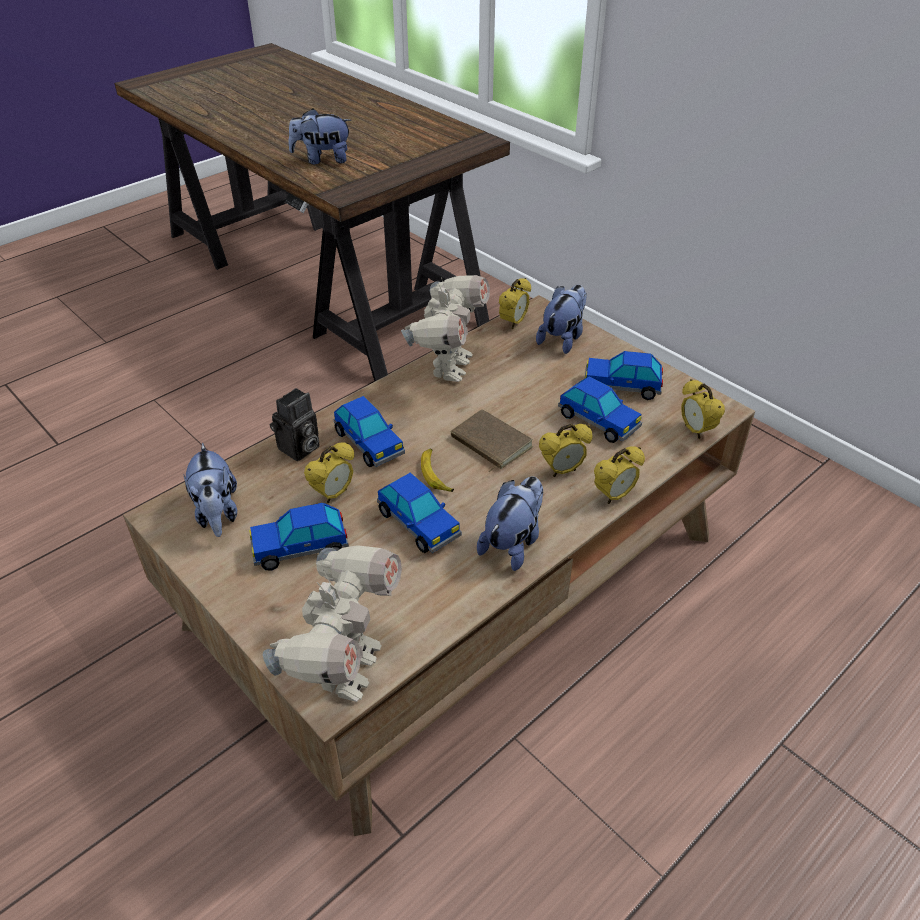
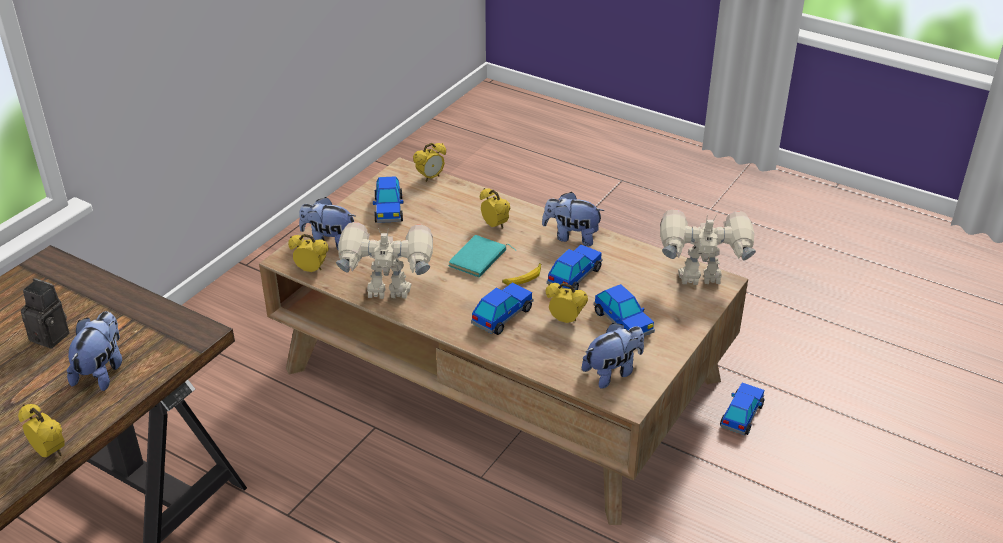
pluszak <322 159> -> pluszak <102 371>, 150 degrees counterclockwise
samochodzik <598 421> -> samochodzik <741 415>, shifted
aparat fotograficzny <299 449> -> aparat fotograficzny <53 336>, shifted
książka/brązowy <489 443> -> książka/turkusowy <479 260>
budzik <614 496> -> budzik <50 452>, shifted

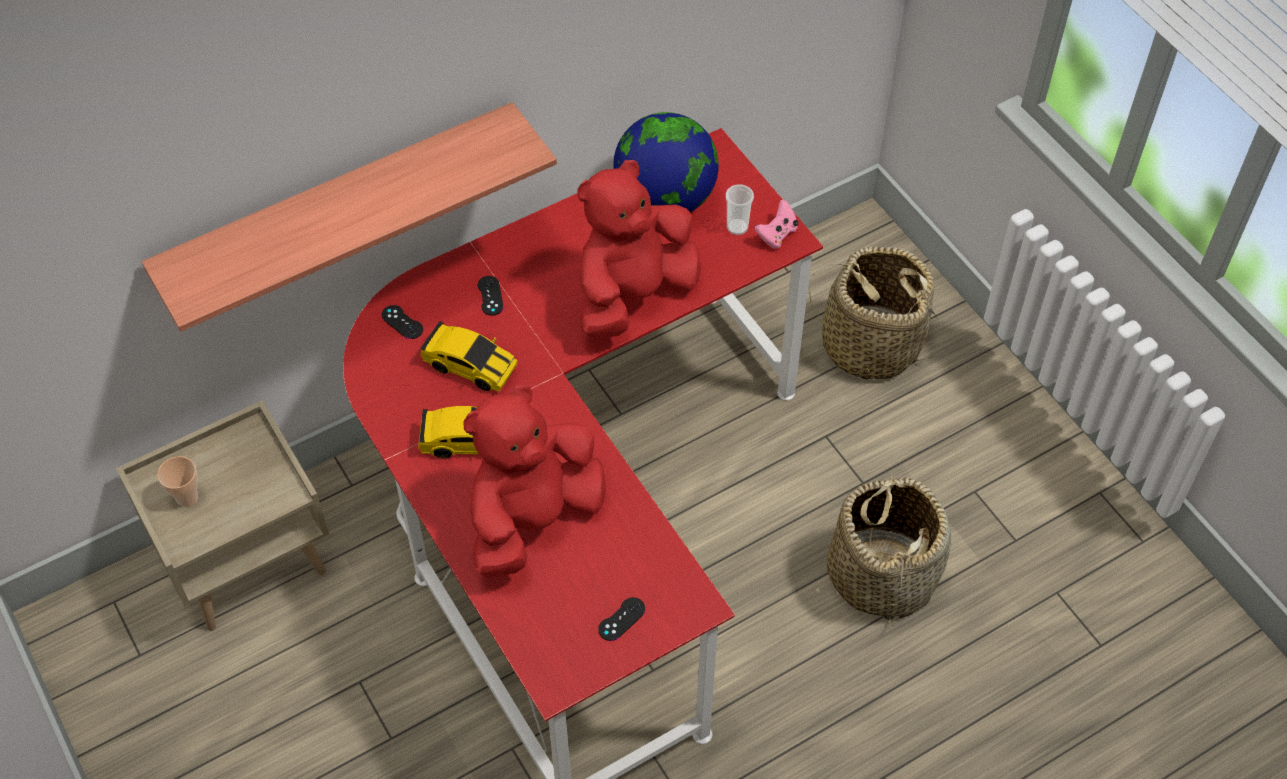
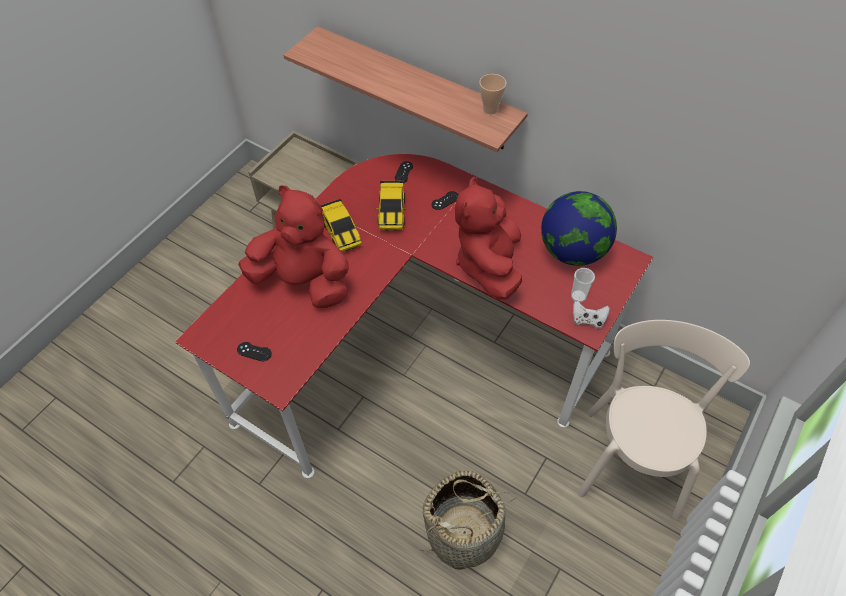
pluszak/czerwony <633 295> -> pluszak/czerwony <488 264>, 105 degrees counterclockwise
pad do gier/różowy <777 234> -> pad do gier/biały <588 320>
koszyk <870 344> -> krzesło/beżowy <632 456>
filiżanka <187 497> -> filiżanka <490 109>, shifted

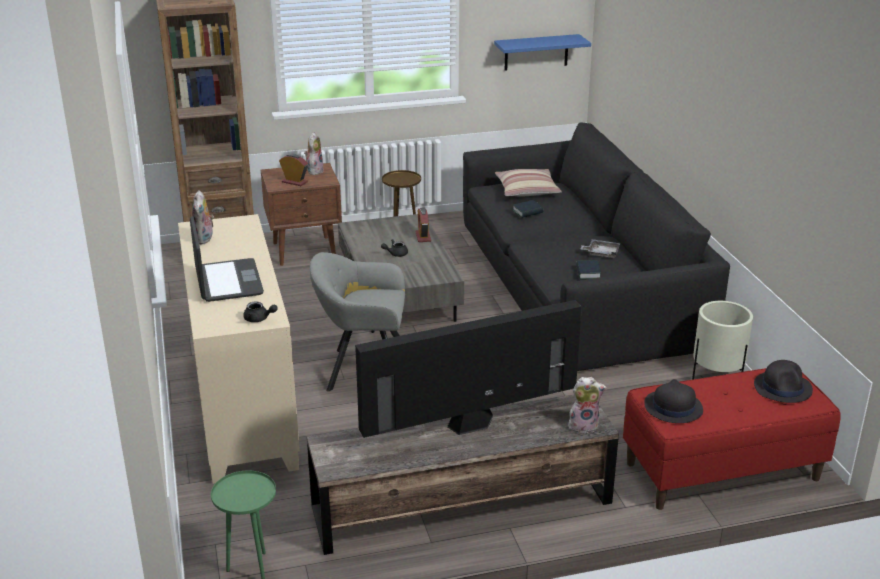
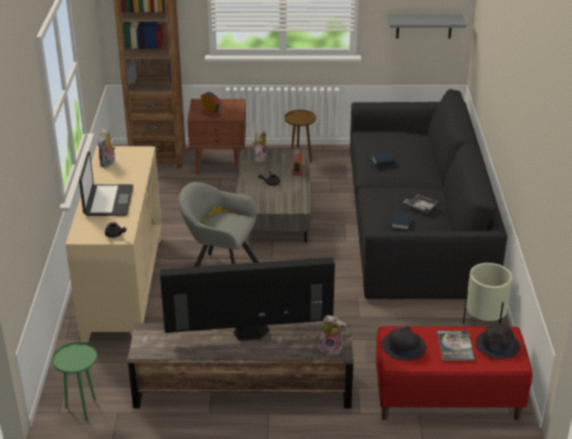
półka/niebieski <536 52> -> półka/szary <424 26>
pluszak <314 171> -> pluszak <259 158>, shifted
poduszka <527 190> -> none
none -> książka <455 346>

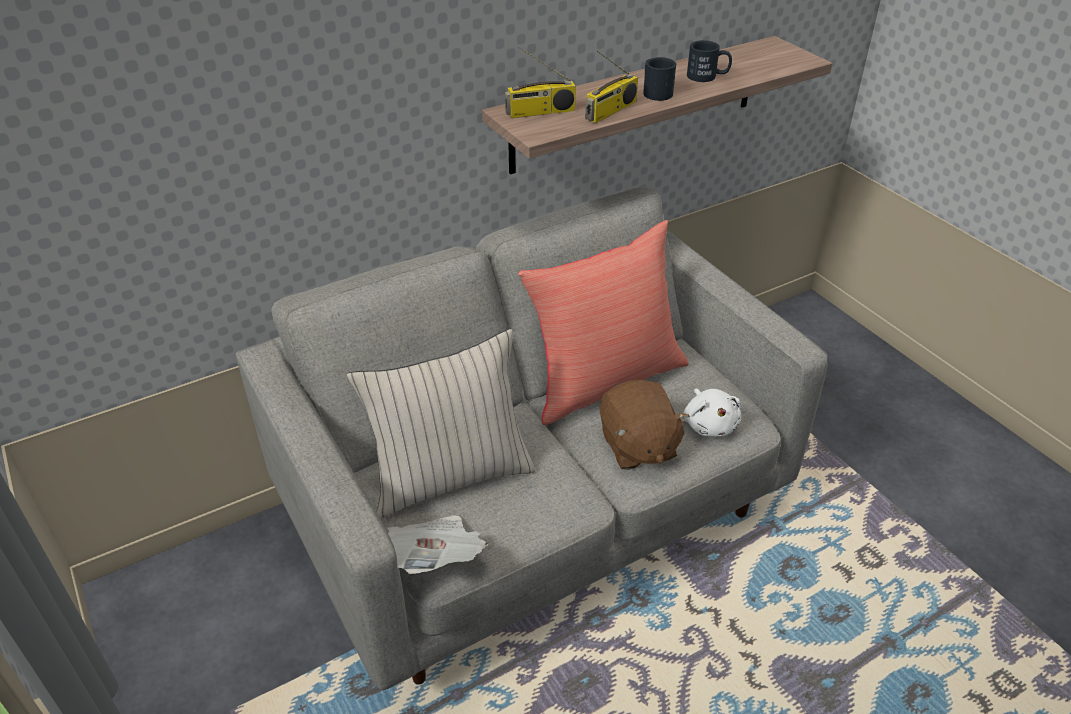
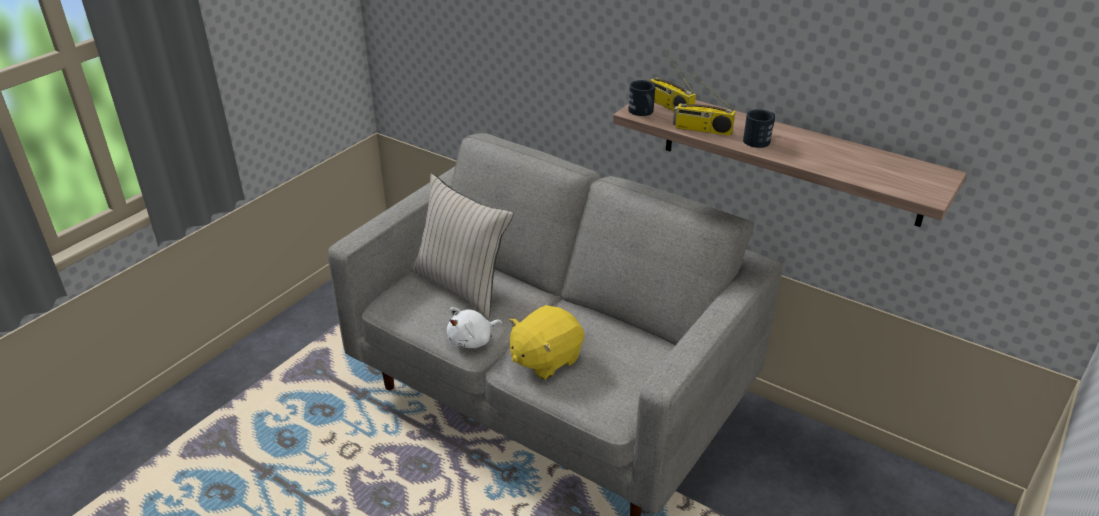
kubek/czarny <708 76> -> kubek/czarny <643 113>, shifted
poduszka/czerwony <604 380> -> none
pluszak/brązowy <637 446> -> pluszak/żółty <545 359>
pluszak/biały <709 424> -> pluszak/biały <472 340>, shifted
gazeta <431 562> -> none

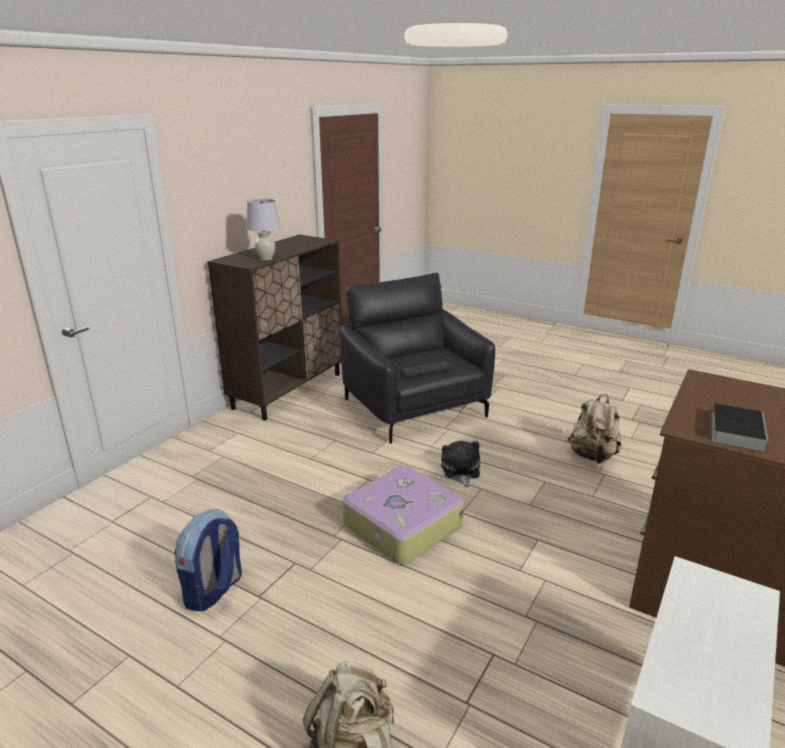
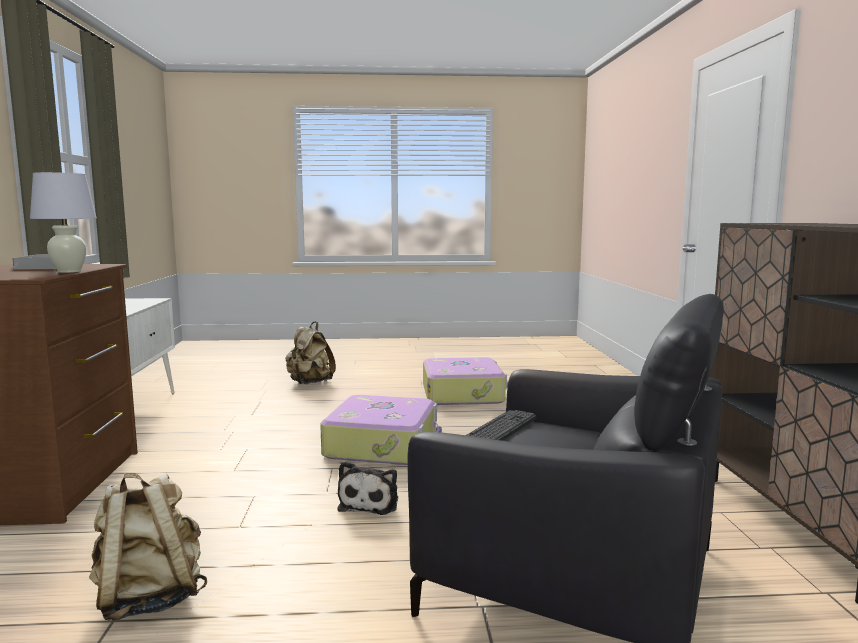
lampa stołowa/biały <266 258> -> lampa stołowa/biały <69 271>, shifted
pluszak <460 471> -> pluszak <370 503>, 45 degrees clockwise
plecak <213 591> -> walizka <463 394>

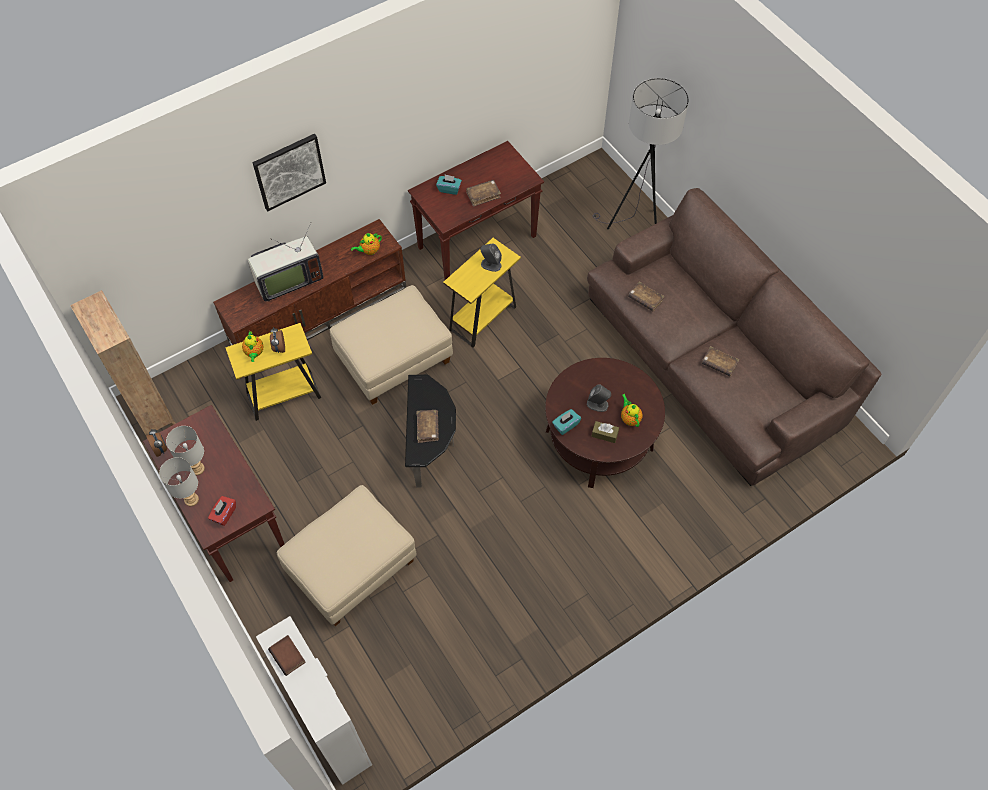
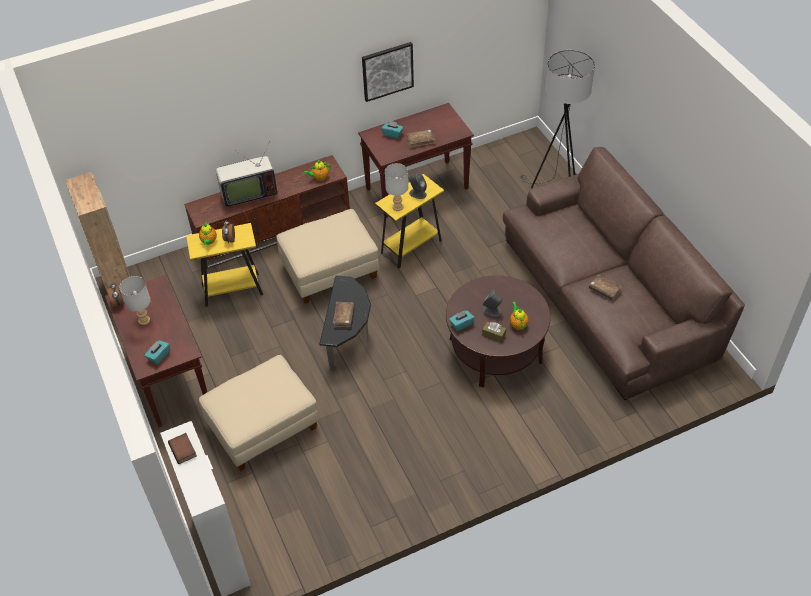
obraz <289 171> -> obraz <387 71>, shifted
książka/brązowy <645 299> -> none
lampa stołowa/szary <191 499> -> lampa stołowa/szary <397 207>, shifted
pudełko chusteczek/czerwony <224 514> -> pudełko chusteczek/turkusowy <158 356>

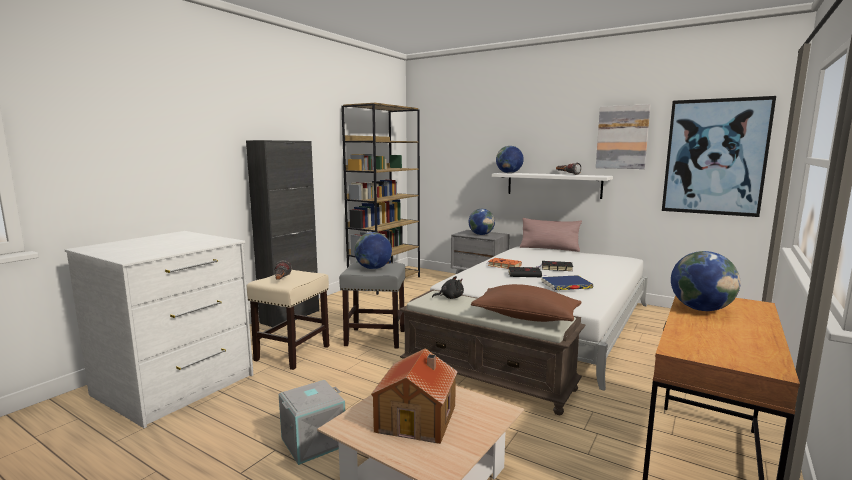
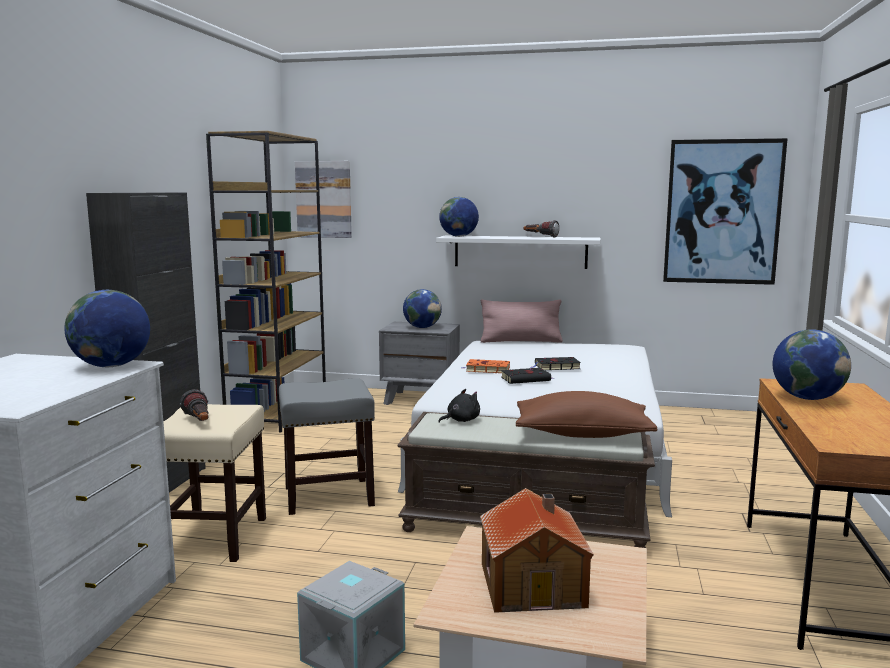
obraz <622 137> -> obraz <324 199>, shifted
globus <373 268> -> globus <111 366>, shifted
książka/niebieski <566 285> -> none

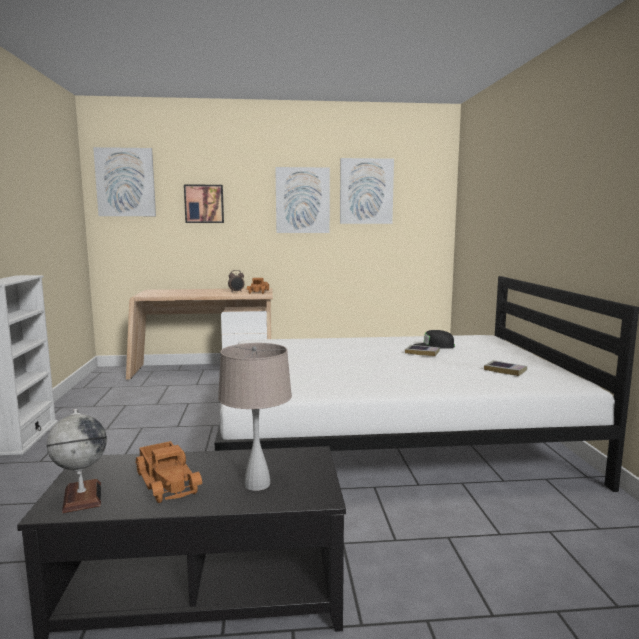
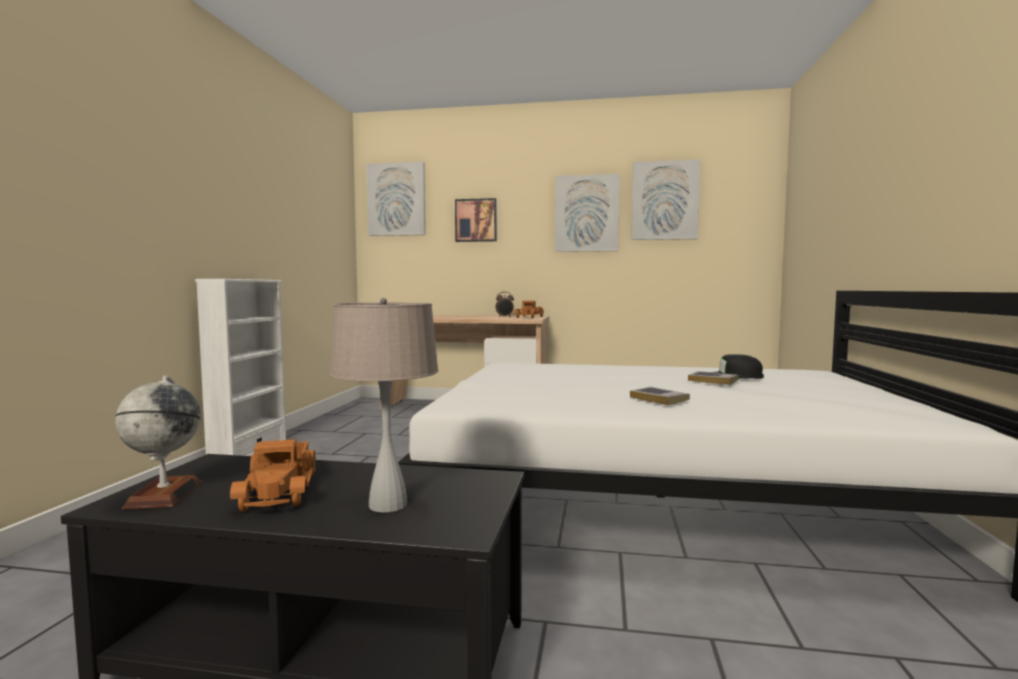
książka <505 371> -> książka <659 400>, shifted

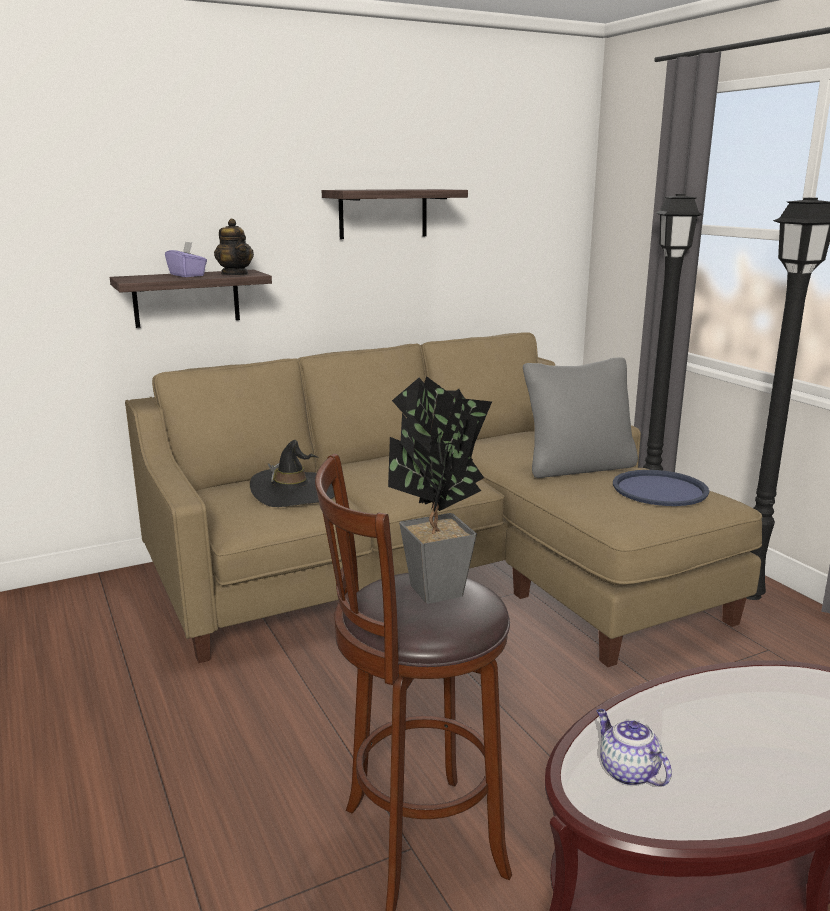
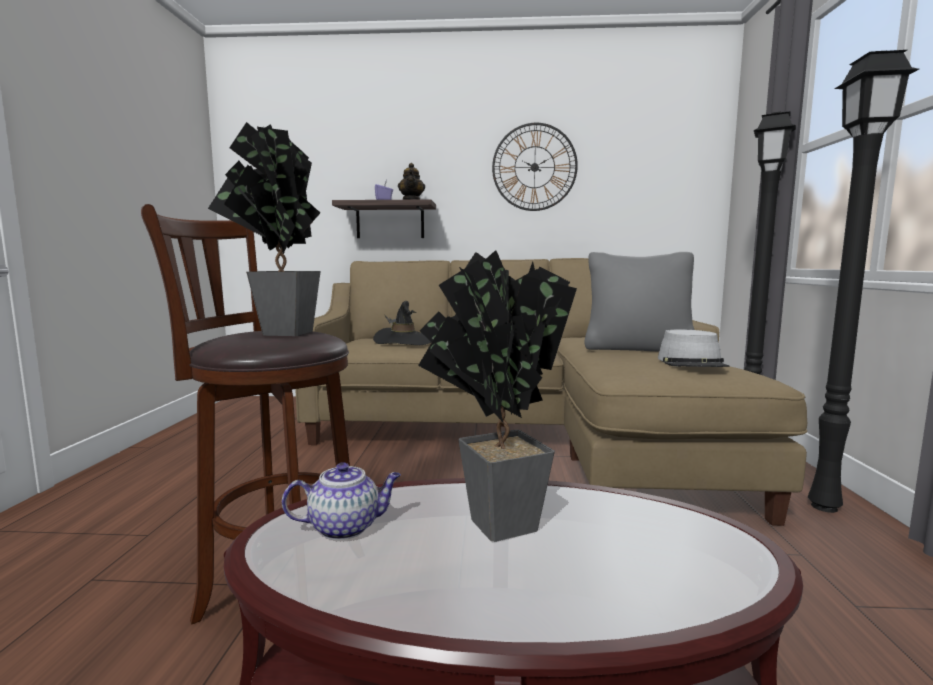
półka <383 213> -> zegar ścienny <534 167>
taca/niebieski <659 489> -> kapelusz/szary <692 362>
imbryk <627 771> -> imbryk <346 527>, 75 degrees clockwise
none -> roślina doniczkowa <491 523>

